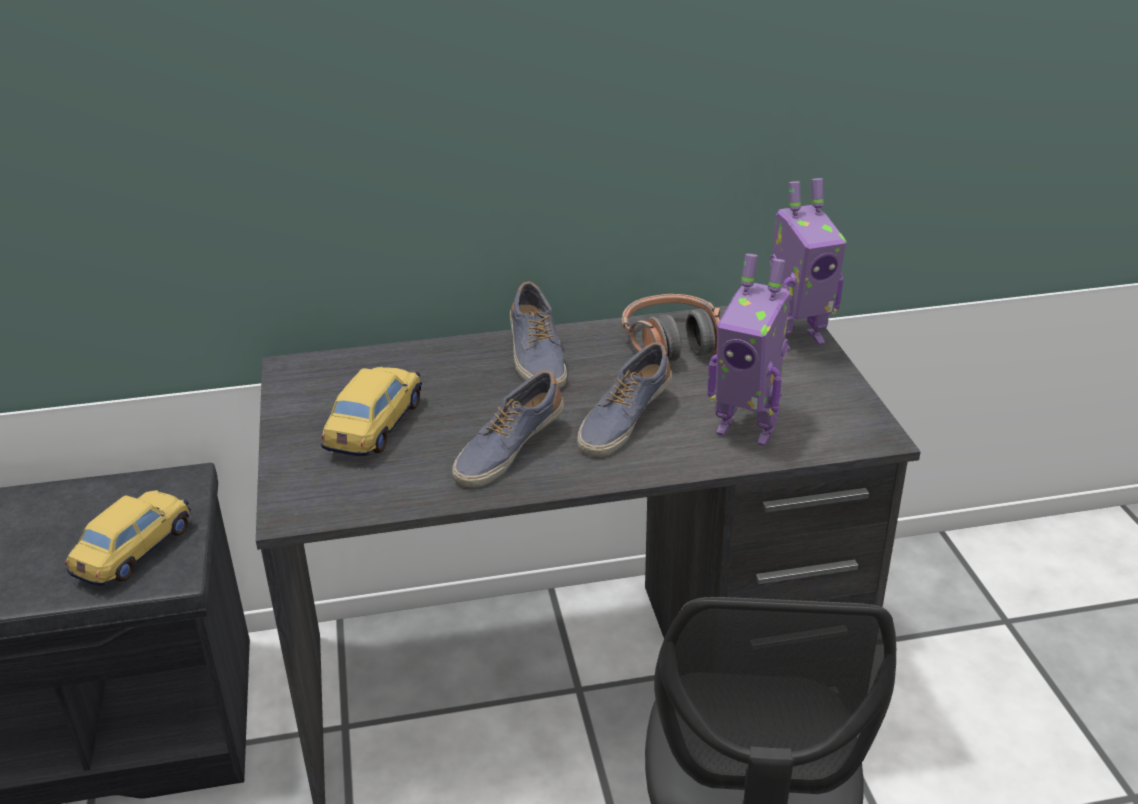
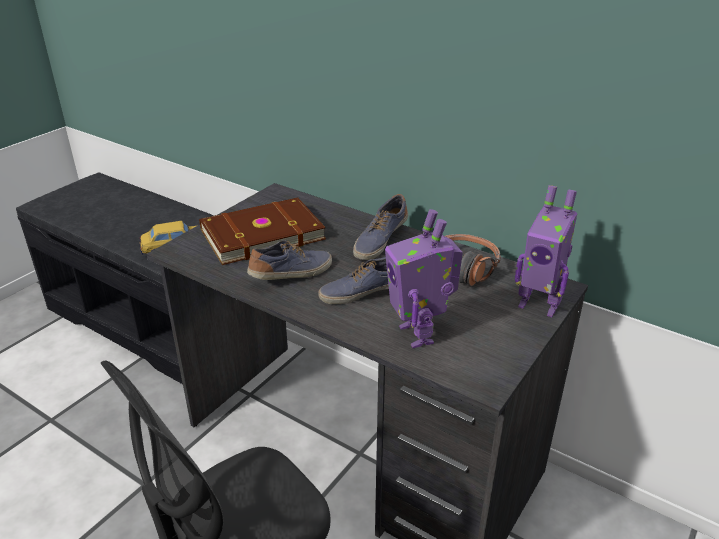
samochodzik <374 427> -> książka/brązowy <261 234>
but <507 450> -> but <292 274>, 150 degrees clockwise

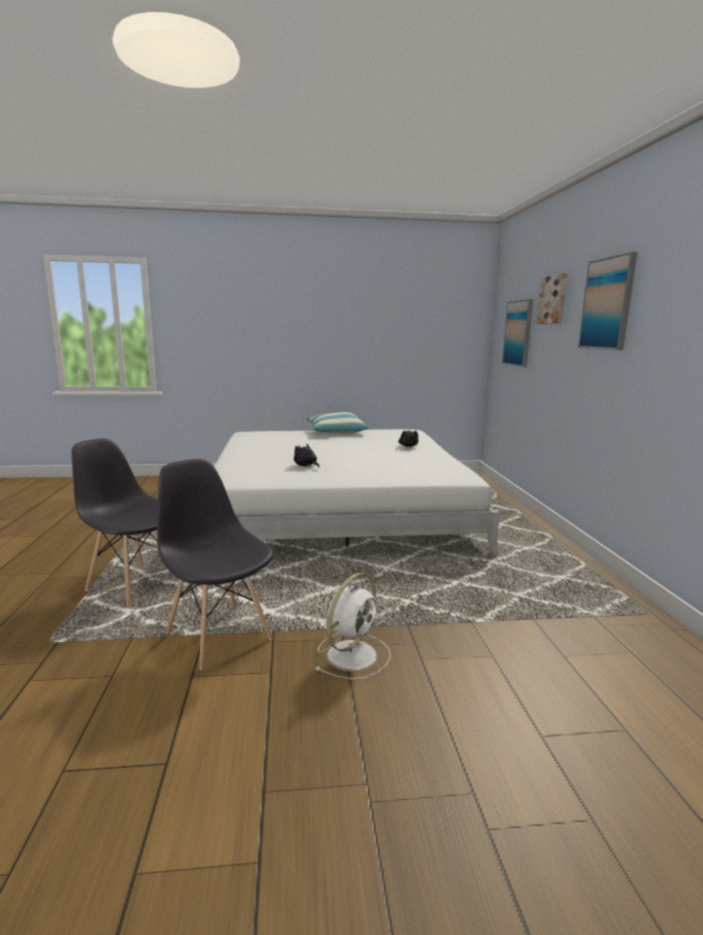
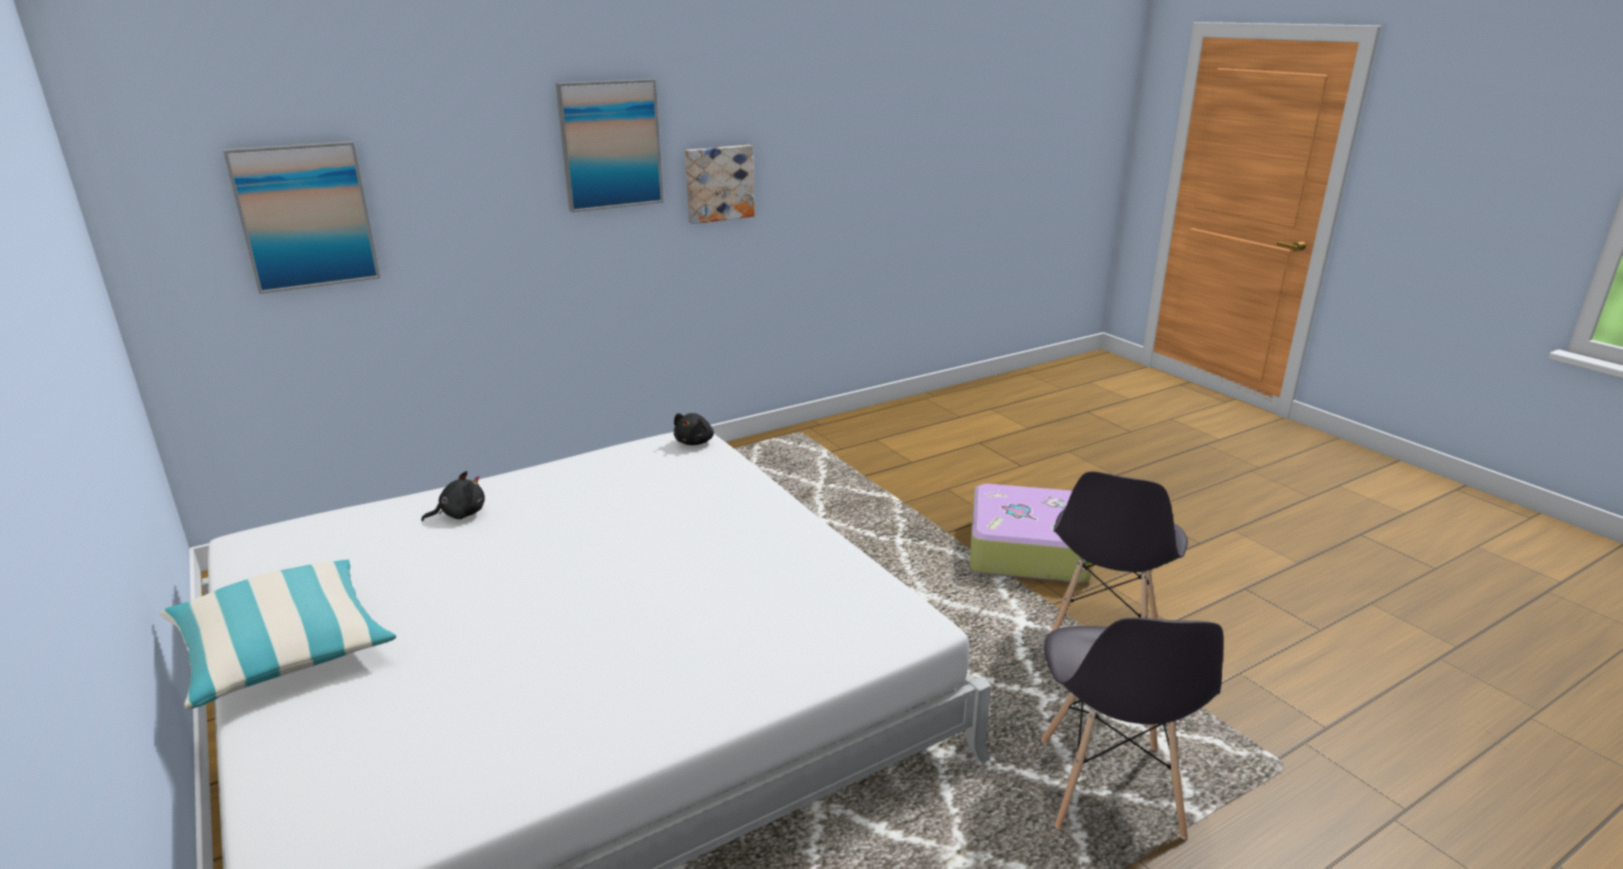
obraz <553 299> -> obraz <718 183>, shifted
pluszak/czarny <306 465> -> pluszak/czarny <695 442>, shifted
wentylator/biały <353 654> -> walizka <1026 549>

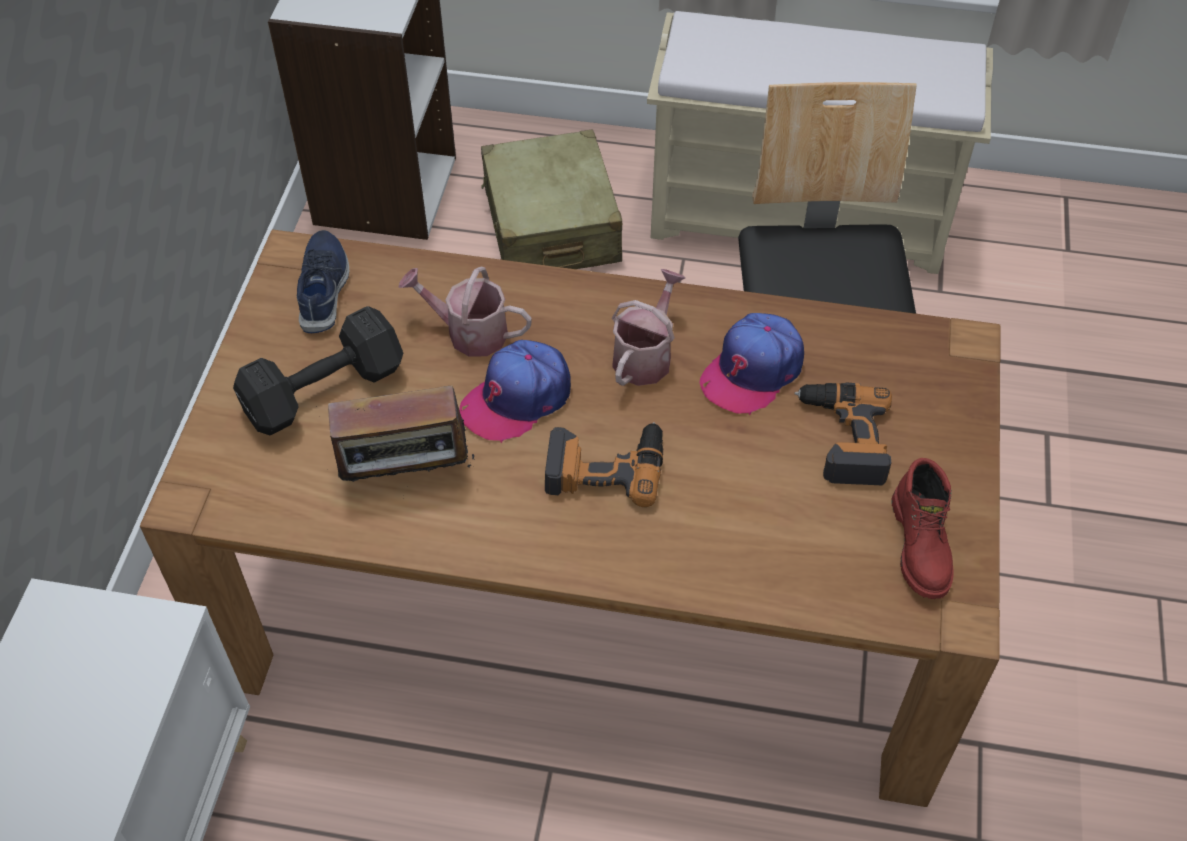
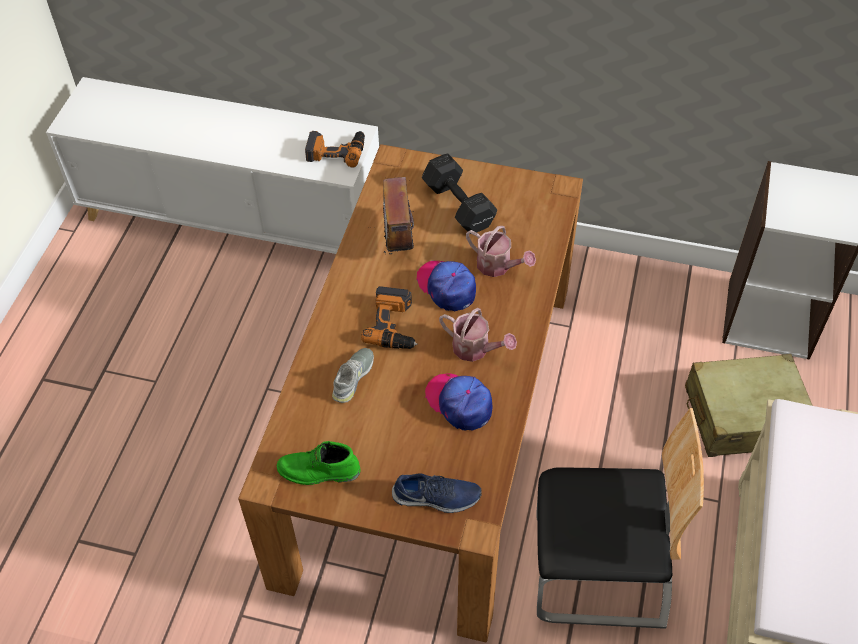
but/niebieski <324 288> -> but/niebieski <436 498>, shifted
konewka <469 332> -> konewka <498 266>, 105 degrees clockwise
wiertarka <842 438> -> wiertarka <336 150>, shifted
but z cholewką/czerwony <921 545> -> but z cholewką/zielony <318 472>
none -> but/szary <353 378>

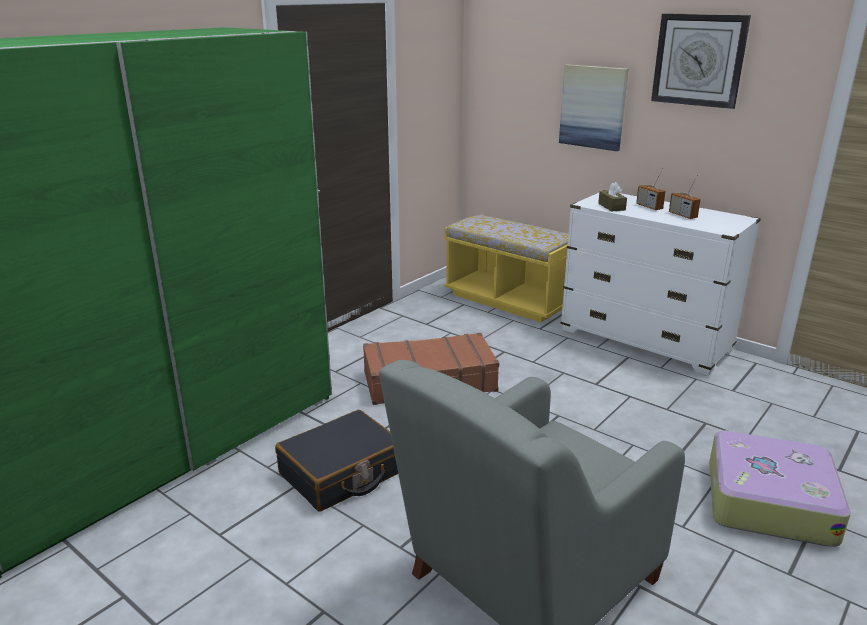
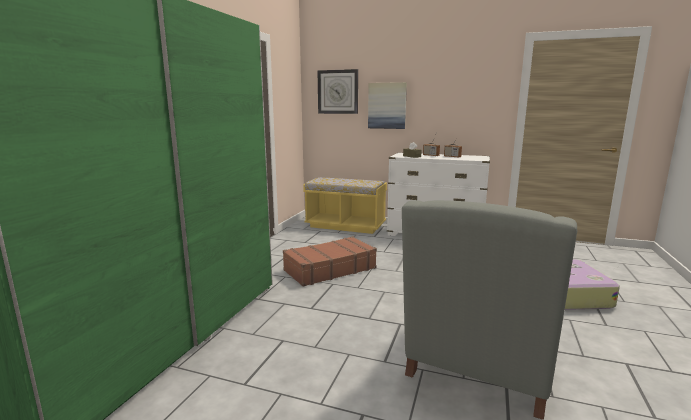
zegar ścienny <699 60> -> zegar ścienny <338 92>, shifted
walizka/czarny <342 473> -> none

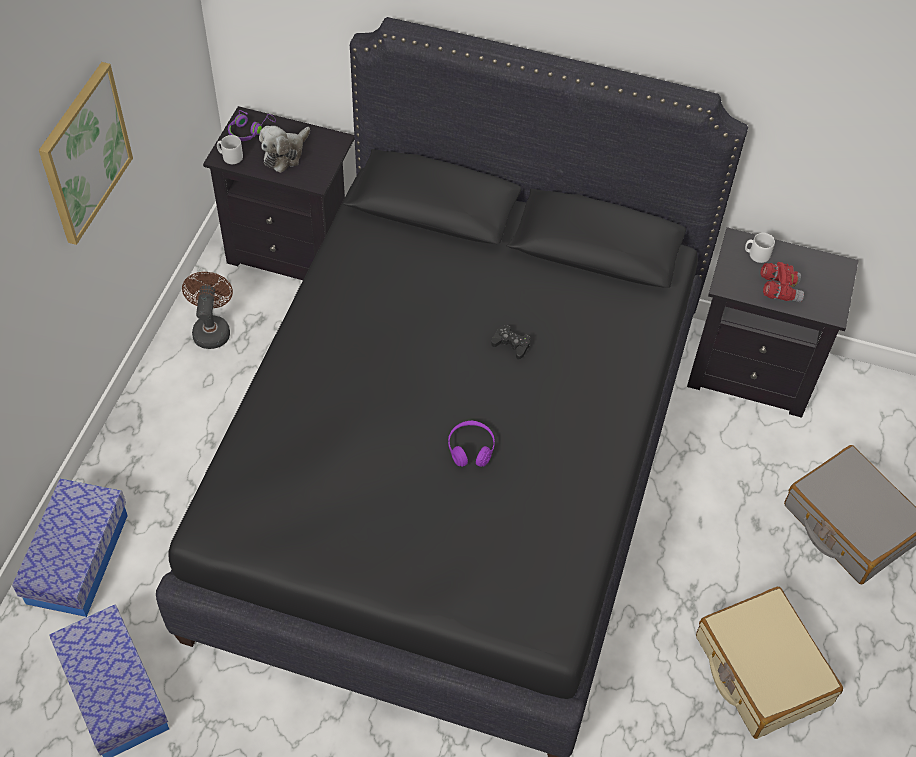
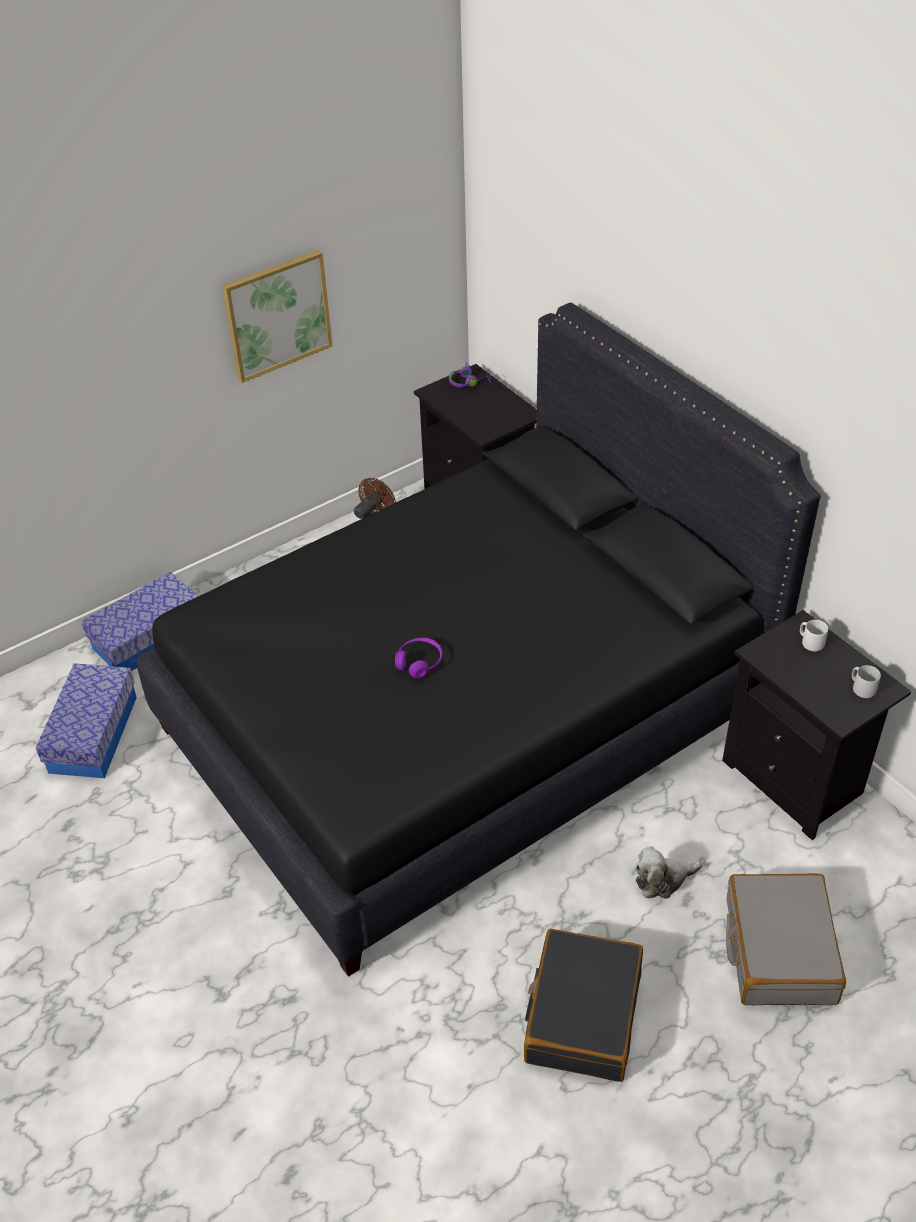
pluszak <285 154> -> pluszak <662 880>, shifted
kubek/szary <230 157> -> kubek/szary <861 688>, shifted
lornetka/czerwony <779 289> -> none
pad do gier/czarny <511 344> -> none
walizka/beżowy <761 670> -> walizka/czarny <582 1015>

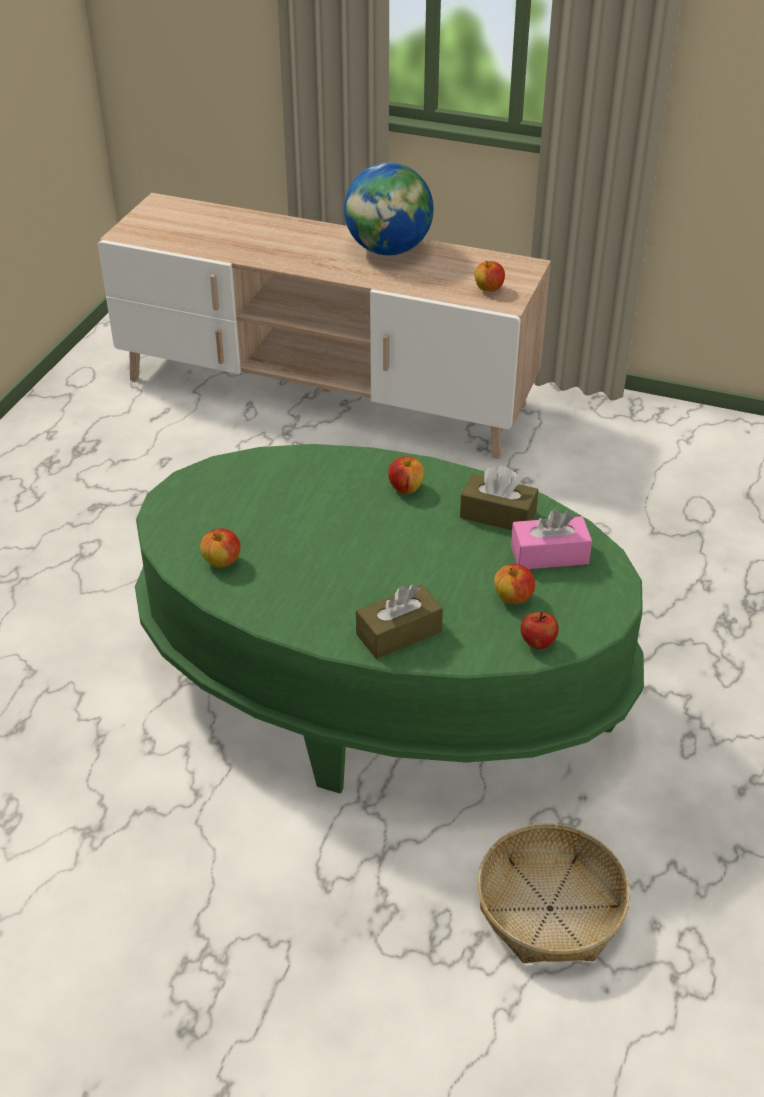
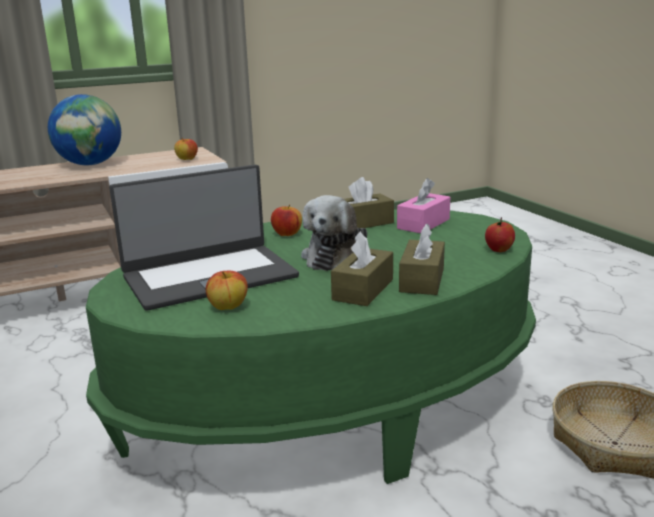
jabłko <513 598> -> none
none -> laptop <209 276>
none -> pluszak <334 257>
none -> pudełko chusteczek/brązowy <363 289>

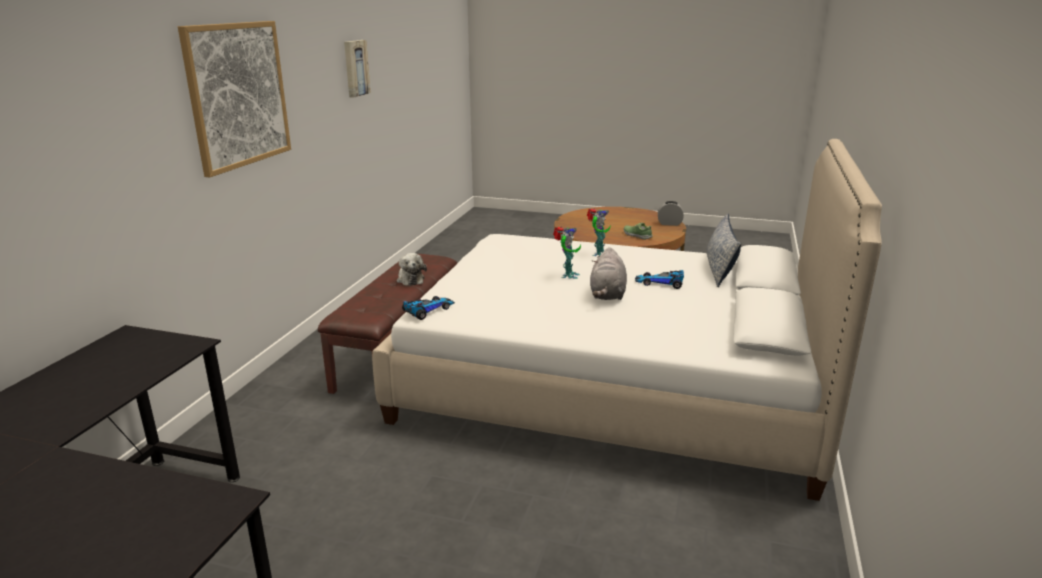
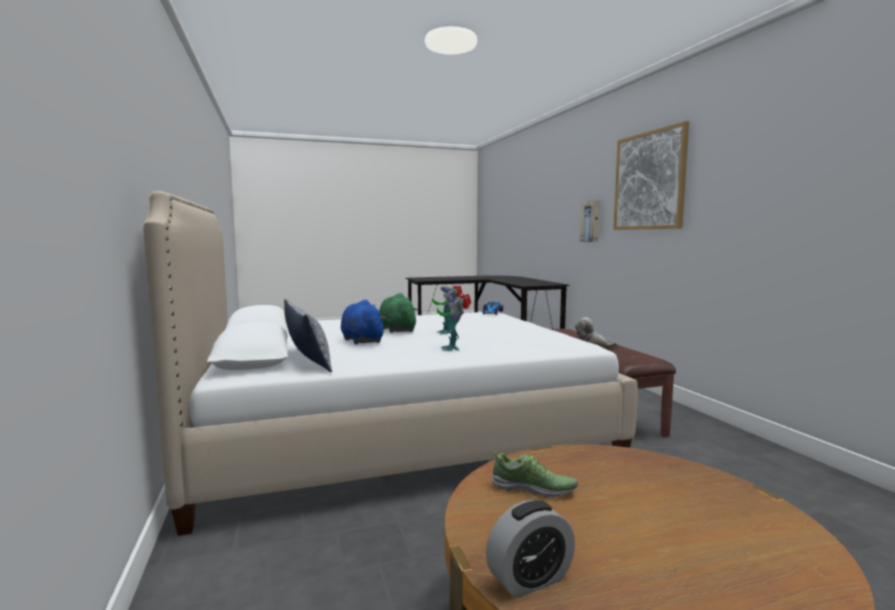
obraz <355 68> -> obraz <590 221>, shifted
pluszak/szary <607 294> -> pluszak/zielony <396 330>
samochodzik <660 283> -> pluszak/niebieski <361 340>

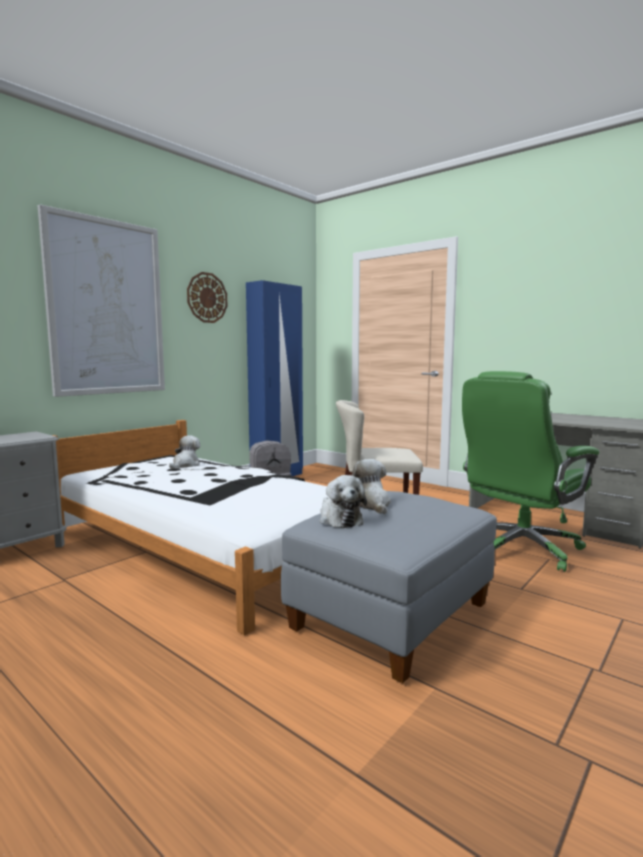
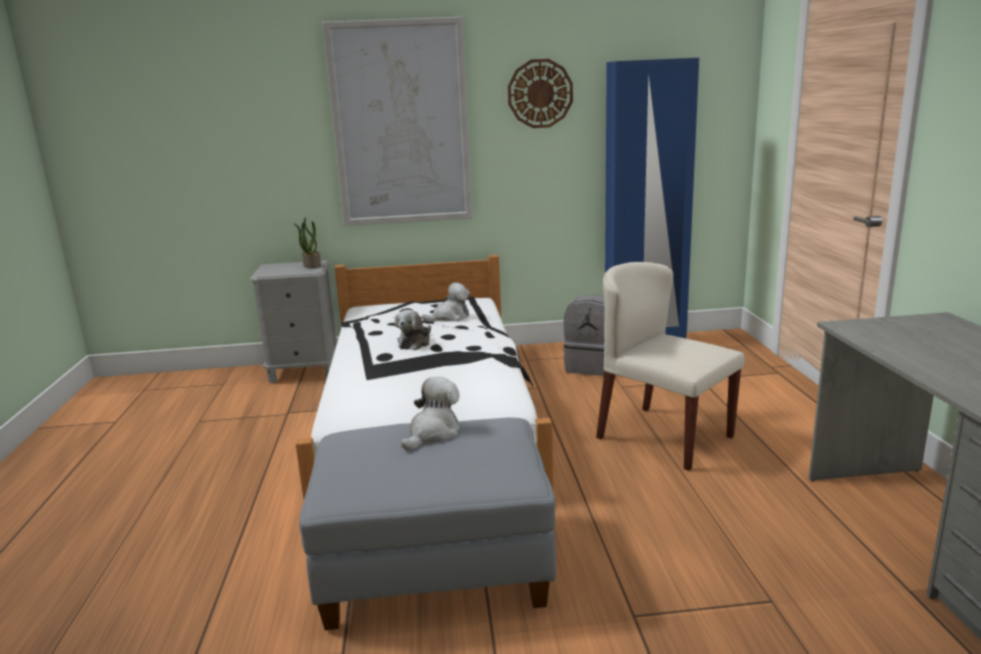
krzesło biurowe/zielony <520 548> -> none
pluszak <339 519> -> pluszak <415 342>, shifted
none -> roślina doniczkowa <311 265>

